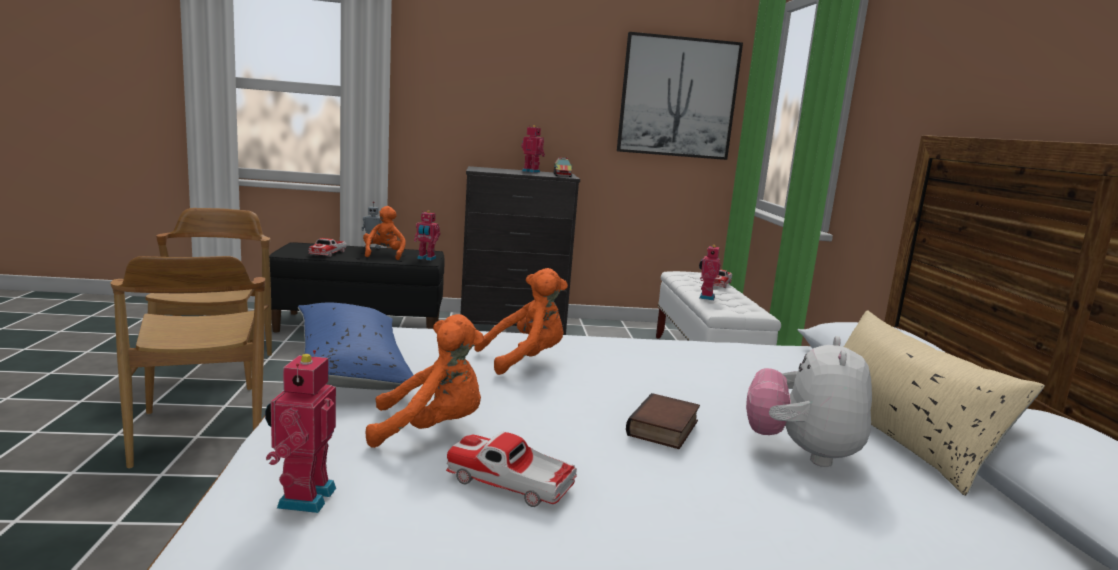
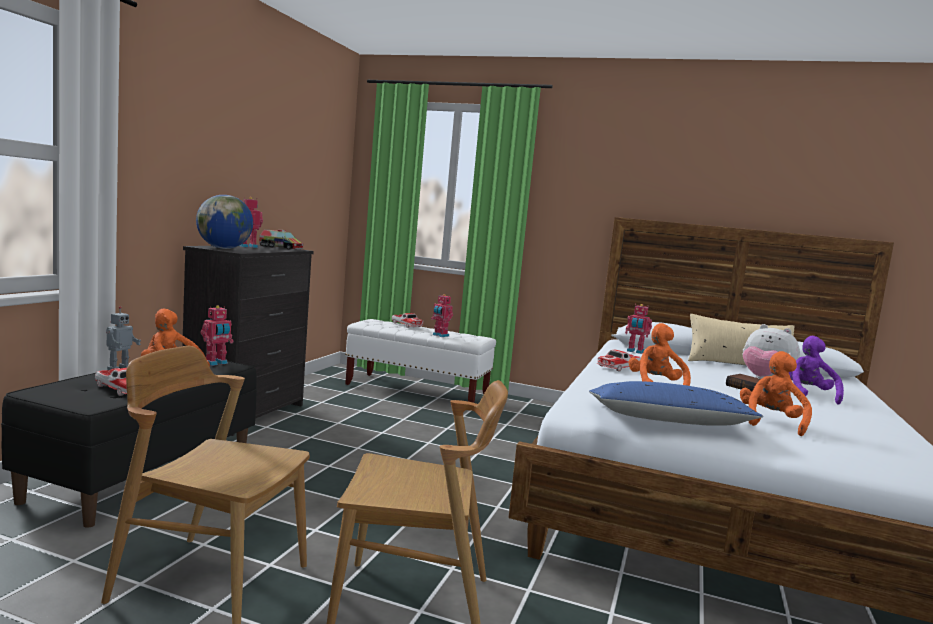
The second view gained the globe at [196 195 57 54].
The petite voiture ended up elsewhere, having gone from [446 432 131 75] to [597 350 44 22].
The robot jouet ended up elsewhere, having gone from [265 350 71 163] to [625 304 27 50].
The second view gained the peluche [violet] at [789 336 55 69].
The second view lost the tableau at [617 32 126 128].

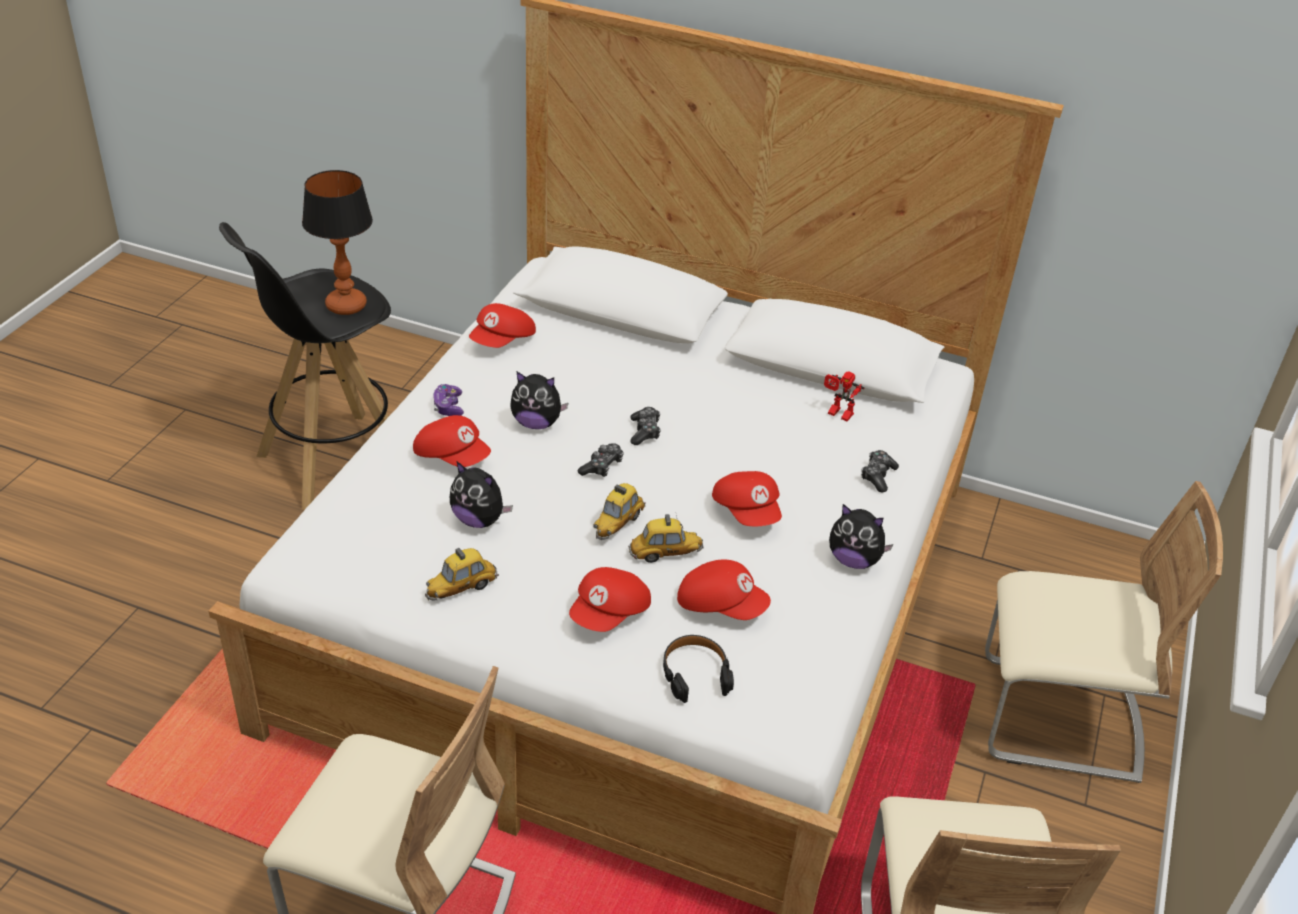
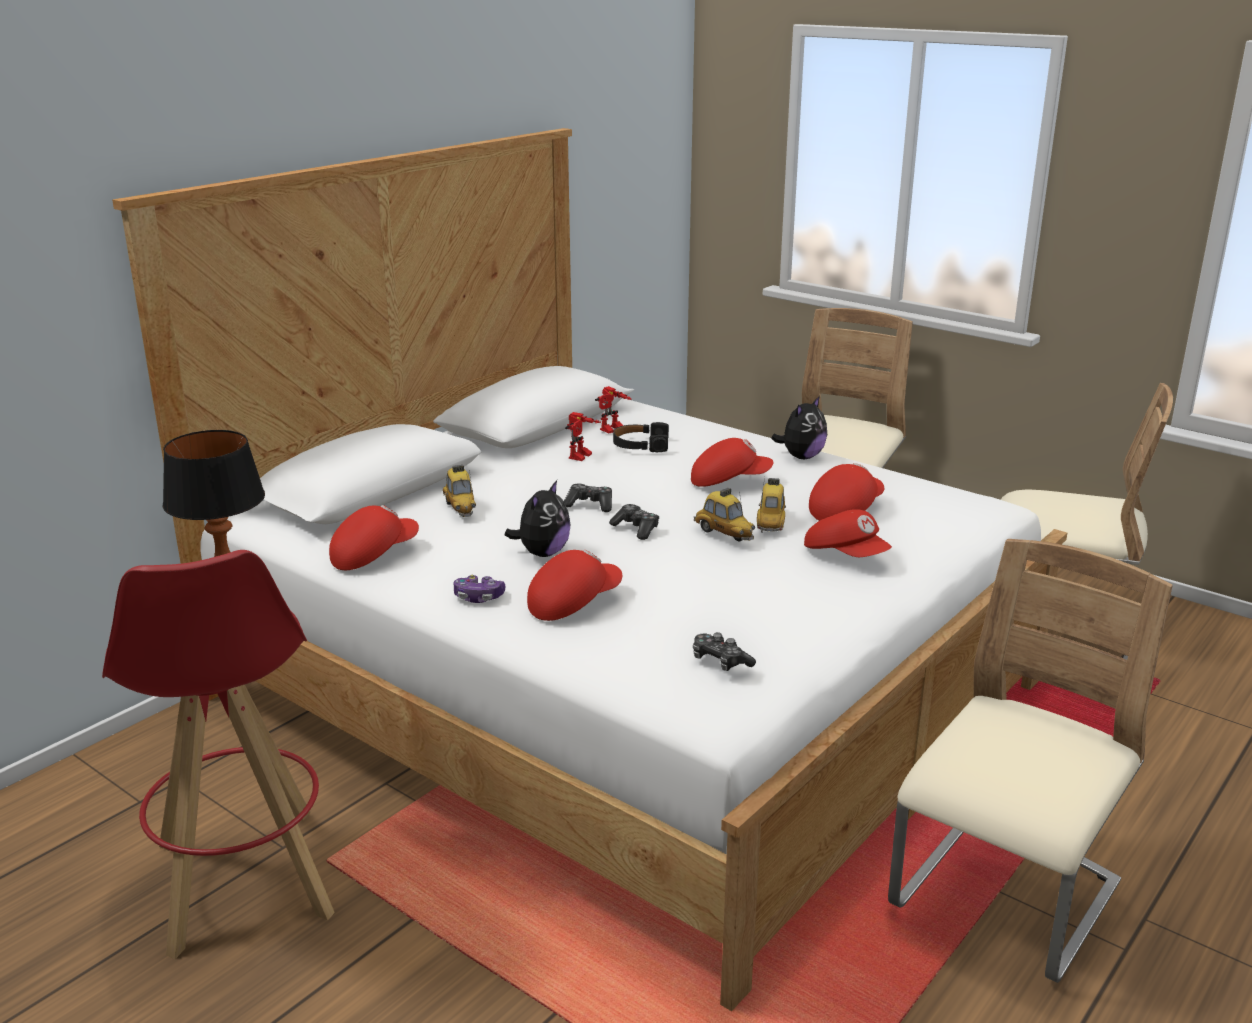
What was the tabouret [noir] at [219 222 172 288] turned into the tabouret [rouge] at [102 550 233 409].
The casquette [rouge] at [469 303 67 45] ended up facing another way, 90 degrees counterclockwise from before.
The petite voiture ended up elsewhere, having gone from [425 548 74 53] to [443 465 33 52].
The second view gained the robot jouet at [565 412 36 49].
The casque audio [noir] ended up elsewhere, having gone from [663 635 71 68] to [613 422 56 30].
The manette ended up elsewhere, having gone from [861 450 38 42] to [693 632 63 39].
The second view lost the peluche at [450 462 63 66].

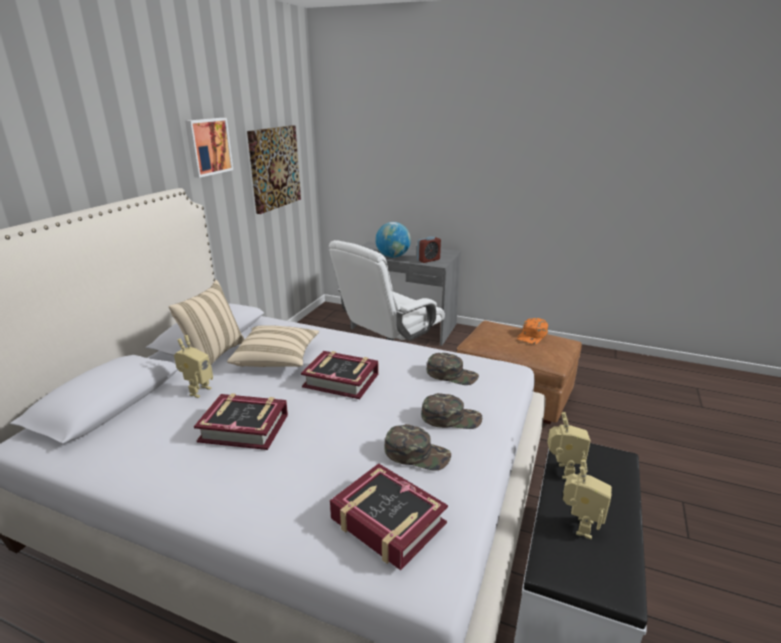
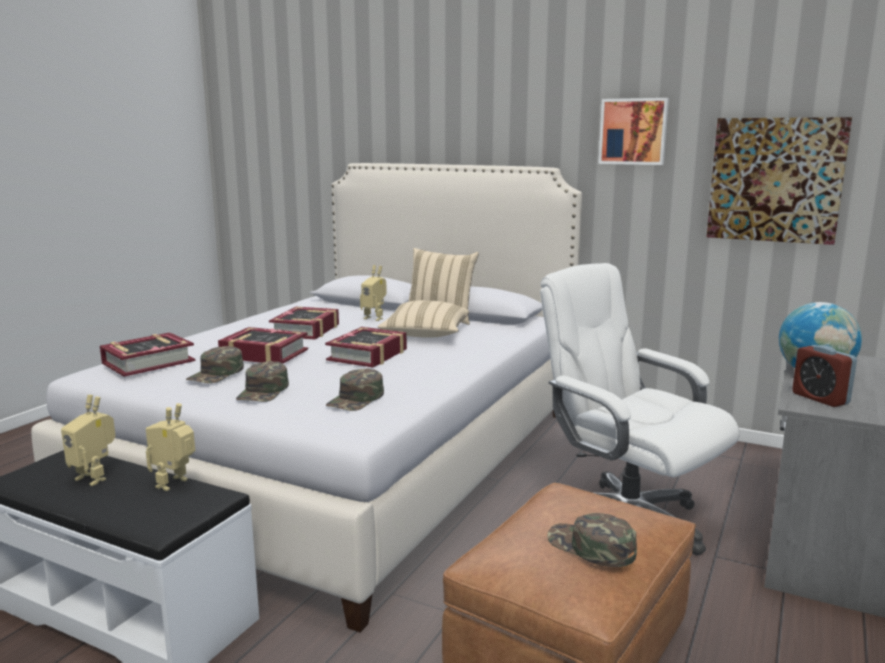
The robot jouet at [547 412 44 67] ended up facing another way, 105 degrees clockwise from before.
The second view gained the livre at [218 327 90 37].
What was the casquette [orange] at [517 318 31 26] turned into the casquette [vert] at [547 513 90 54].

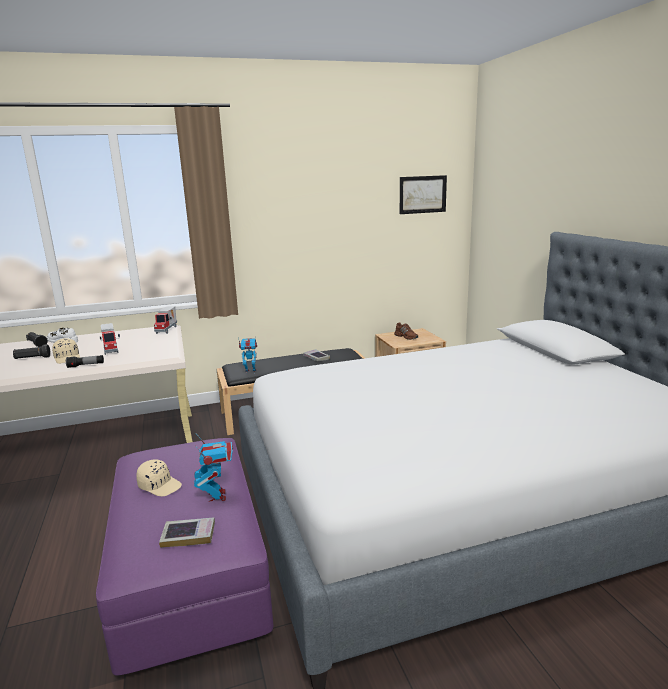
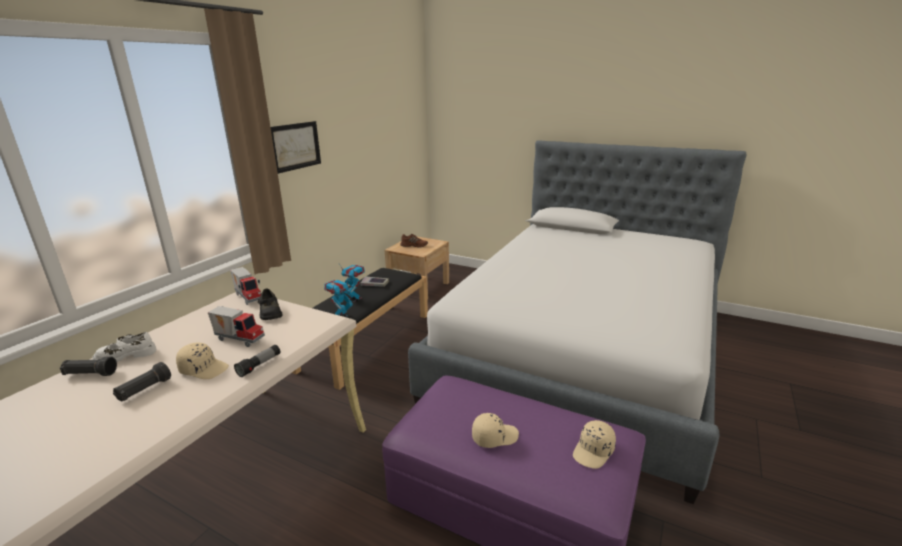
The second view gained the chaussure [noir] at [258 289 25 31].
The tableau ended up elsewhere, having gone from [400 175 47 39] to [271 121 50 53].
The robot jouet ended up elsewhere, having gone from [194 435 39 66] to [339 264 26 38].
Where the livre stood at [159 518 56 30], the casquette [beige] came to stand at [573 420 43 49].

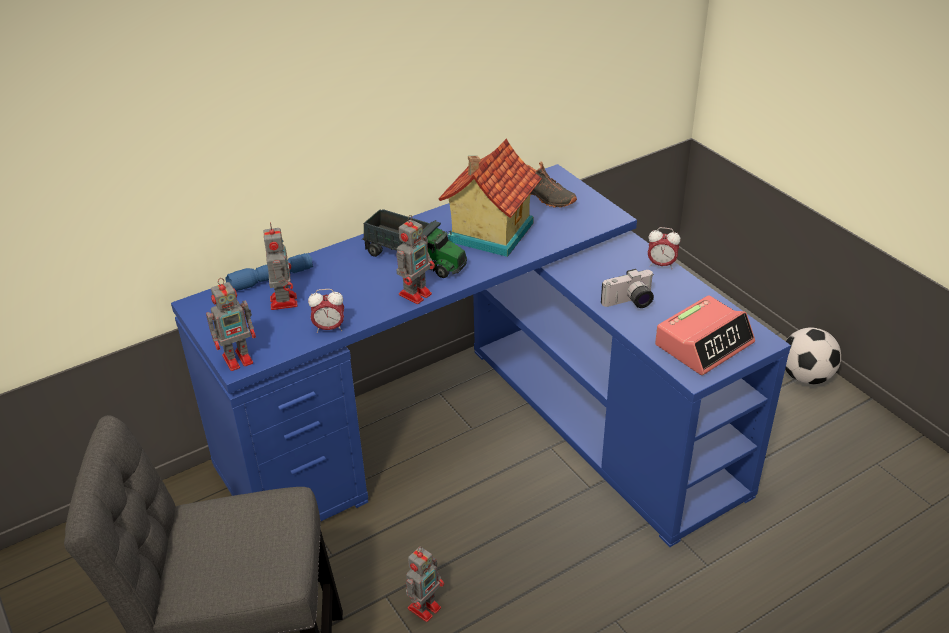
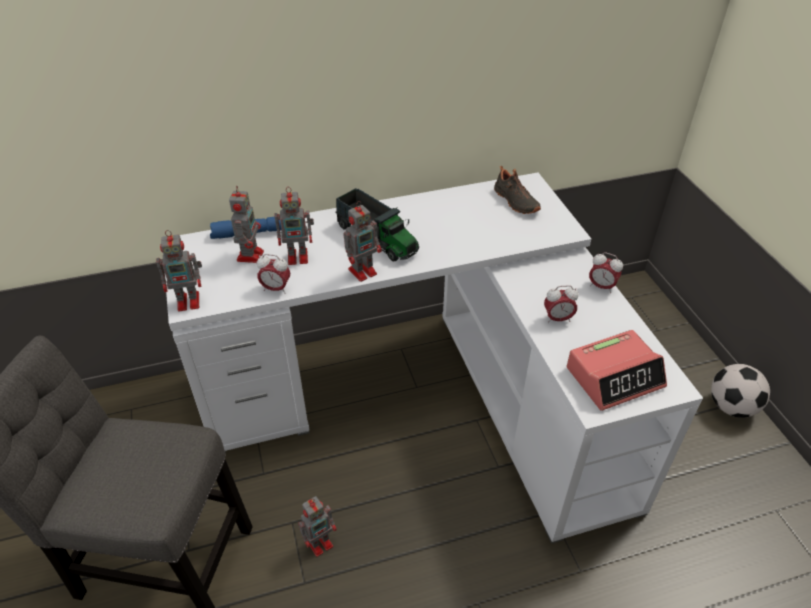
What was the bureau [bleu] at [171 164 620 383] turned into the bureau [blanc] at [165 173 538 371].
The second view gained the robot jouet at [274 187 40 78].
Where the appareil photo stood at [601 269 53 39], the réveil came to stand at [544 285 35 38].
The second view lost the maison miniature at [438 139 104 118].

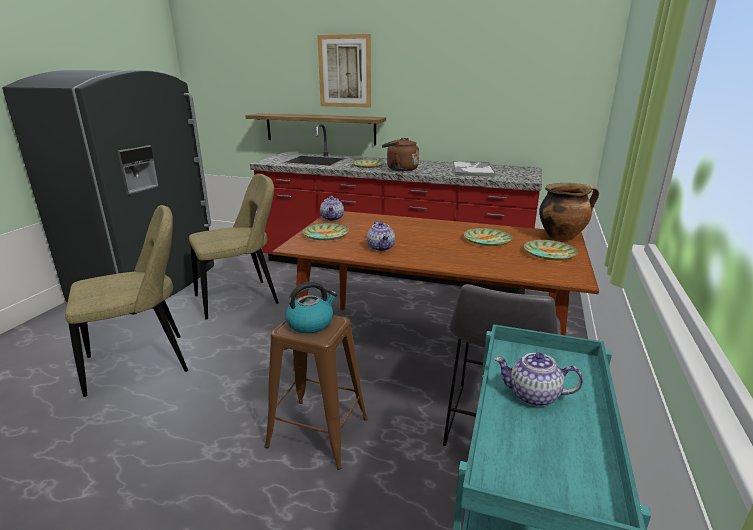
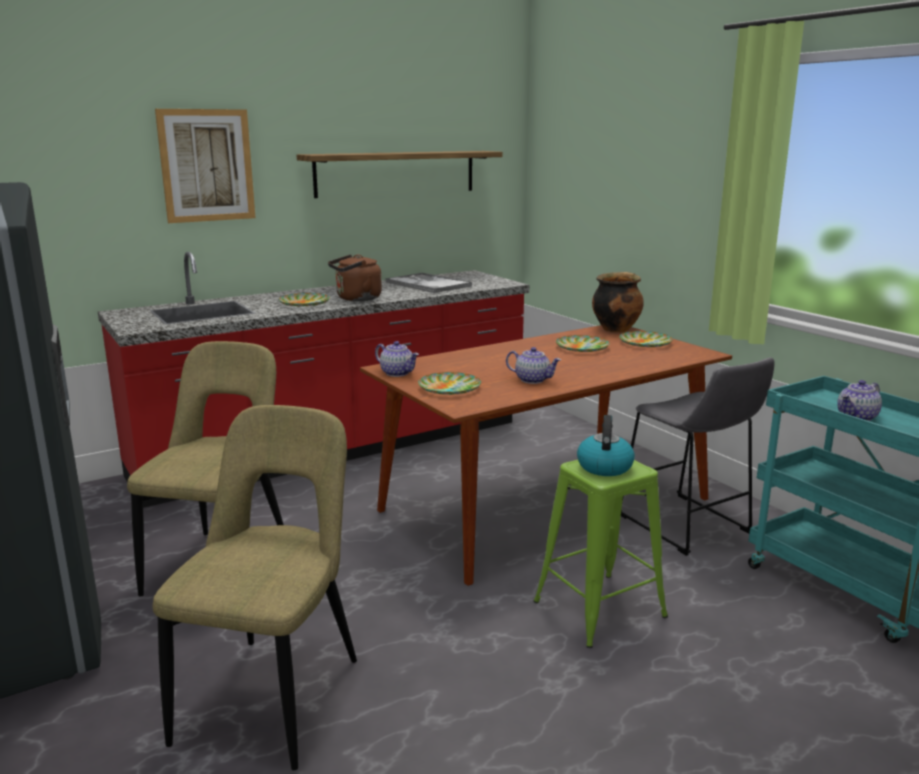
The étagère ended up elsewhere, having gone from [245 113 141 33] to [297 151 206 47].
What was the tabouret [marron] at [265 315 103 155] turned into the tabouret [vert] at [533 460 135 188].

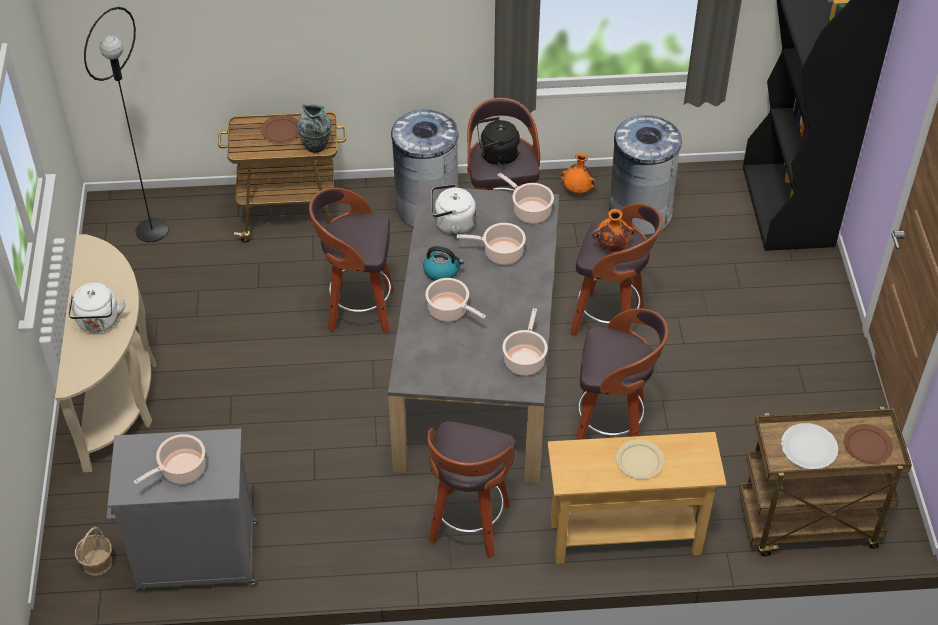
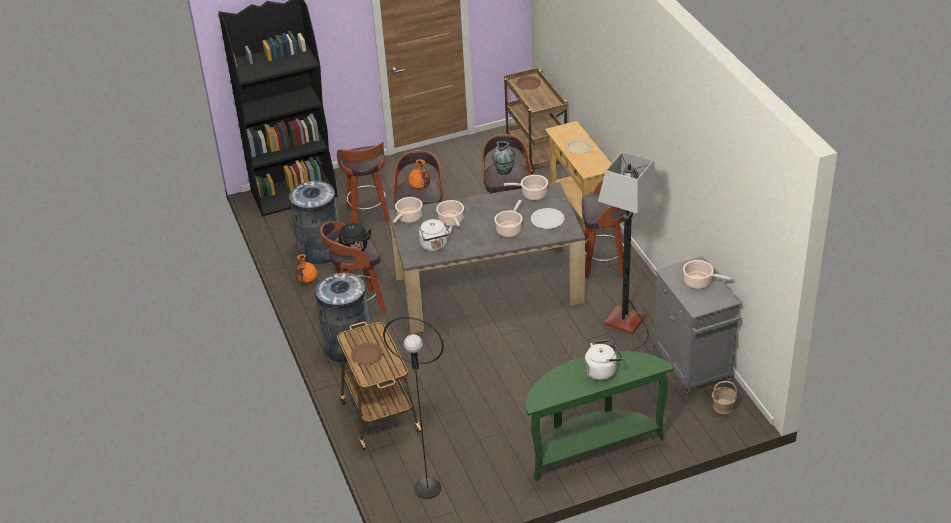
The tabouret ended up elsewhere, having gone from [309 188 85 146] to [337 141 52 82].
The vase ended up elsewhere, having gone from [297 104 35 49] to [492 141 23 34].
What was the table console [beige] at [55 234 102 238] turned into the table console [vert] at [526 351 148 130].
The assiette [blanc] ended up elsewhere, having gone from [781 423 57 46] to [531 208 34 21].
The second view gained the lampadaire at [598 152 61 199].
The second view lost the bouilloire at [423 246 41 35].

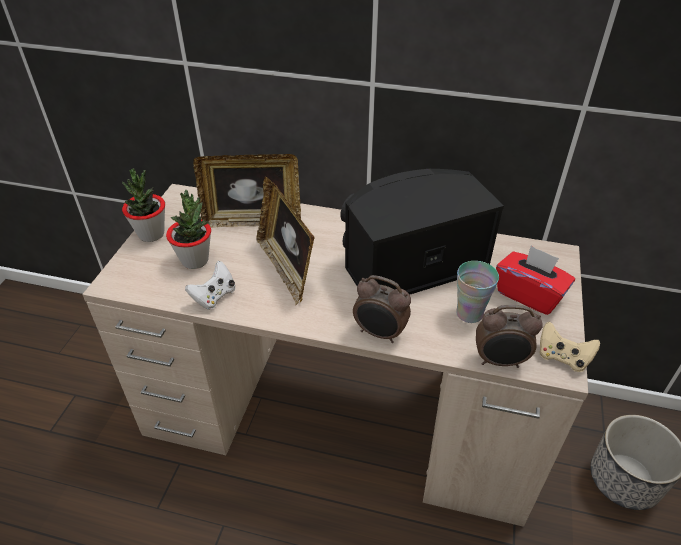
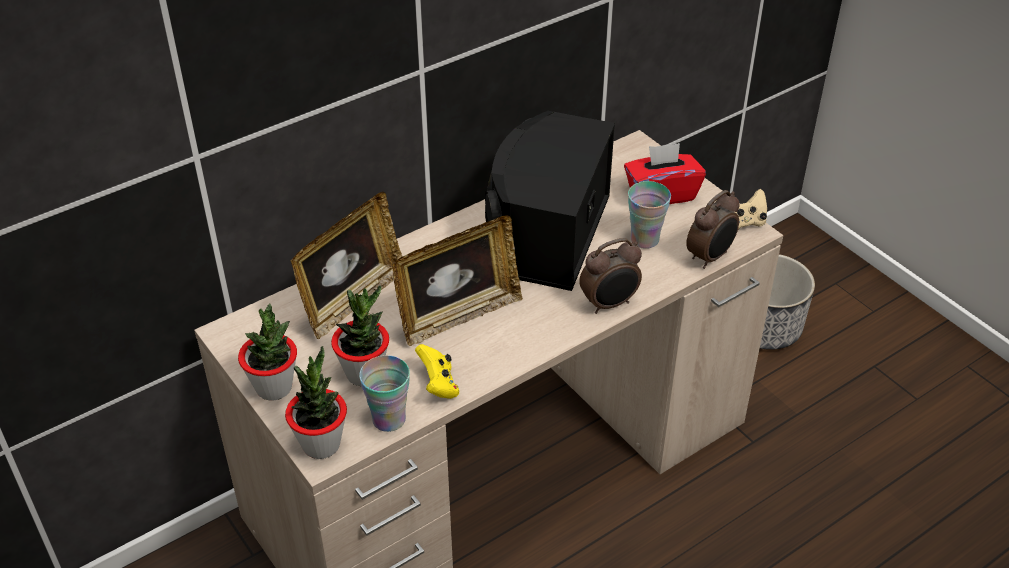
The second view gained the plante en pot at [285 346 62 113].
The second view gained the tasse at [359 355 51 77].
The cadre photo at [256 177 59 128] ended up facing another way, 45 degrees counterclockwise from before.
What was the manette [blanc] at [185 261 51 49] turned into the manette [jaune] at [415 344 44 55].

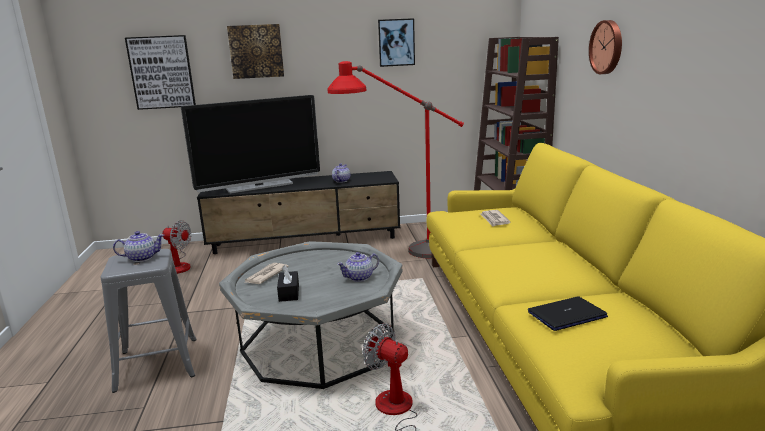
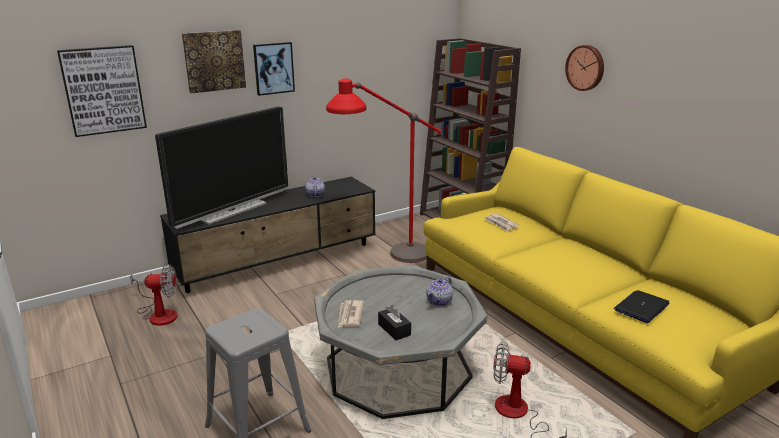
The tableau ended up elsewhere, having gone from [378 18 37 49] to [253 42 42 54].
The second view lost the théière at [113 231 51 31].

